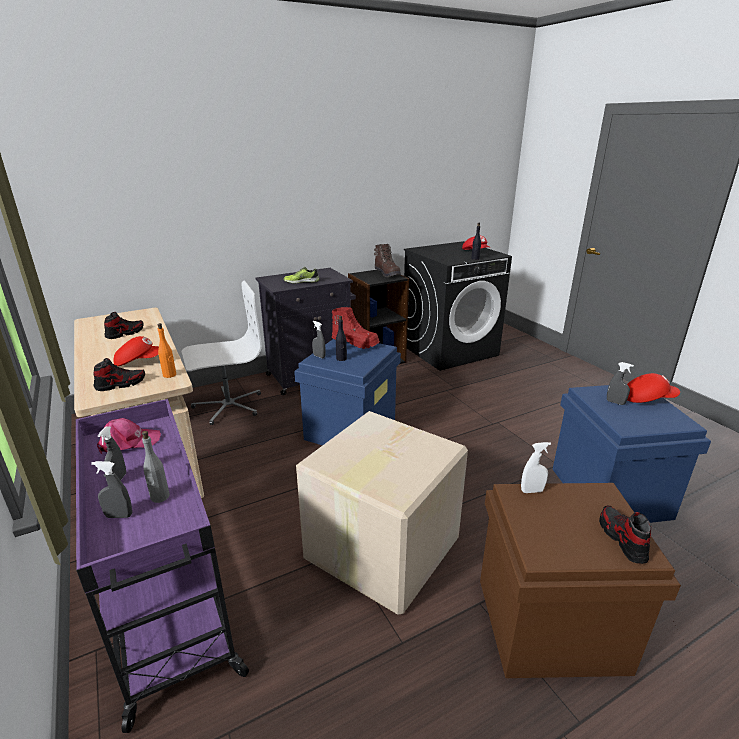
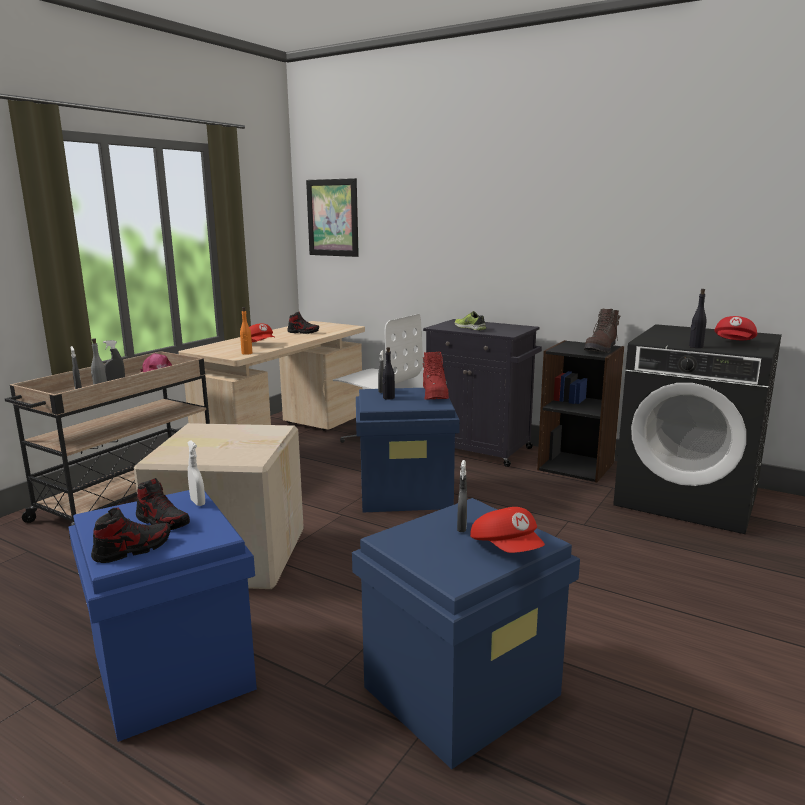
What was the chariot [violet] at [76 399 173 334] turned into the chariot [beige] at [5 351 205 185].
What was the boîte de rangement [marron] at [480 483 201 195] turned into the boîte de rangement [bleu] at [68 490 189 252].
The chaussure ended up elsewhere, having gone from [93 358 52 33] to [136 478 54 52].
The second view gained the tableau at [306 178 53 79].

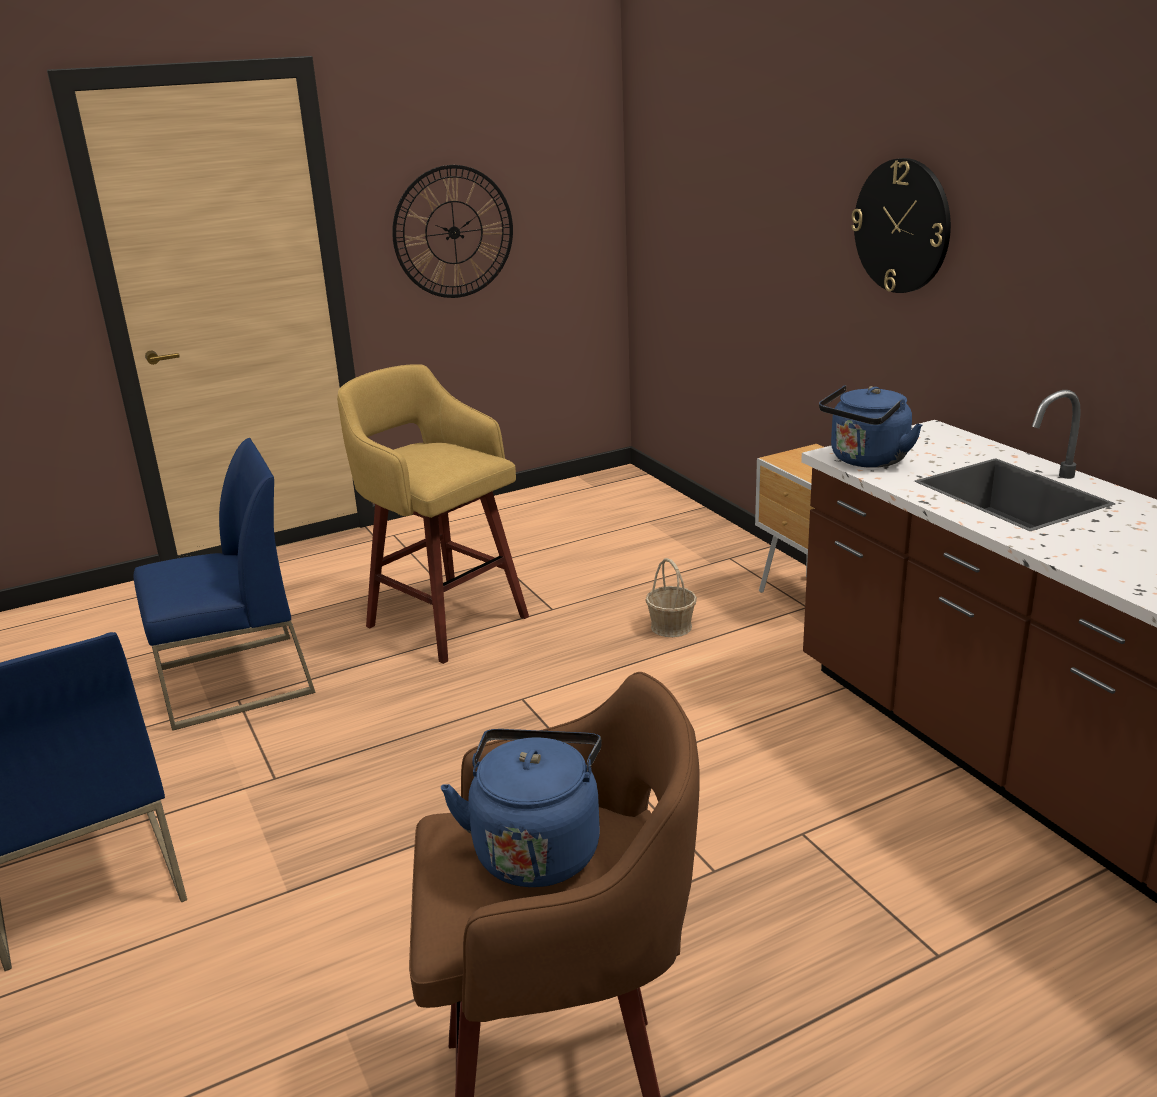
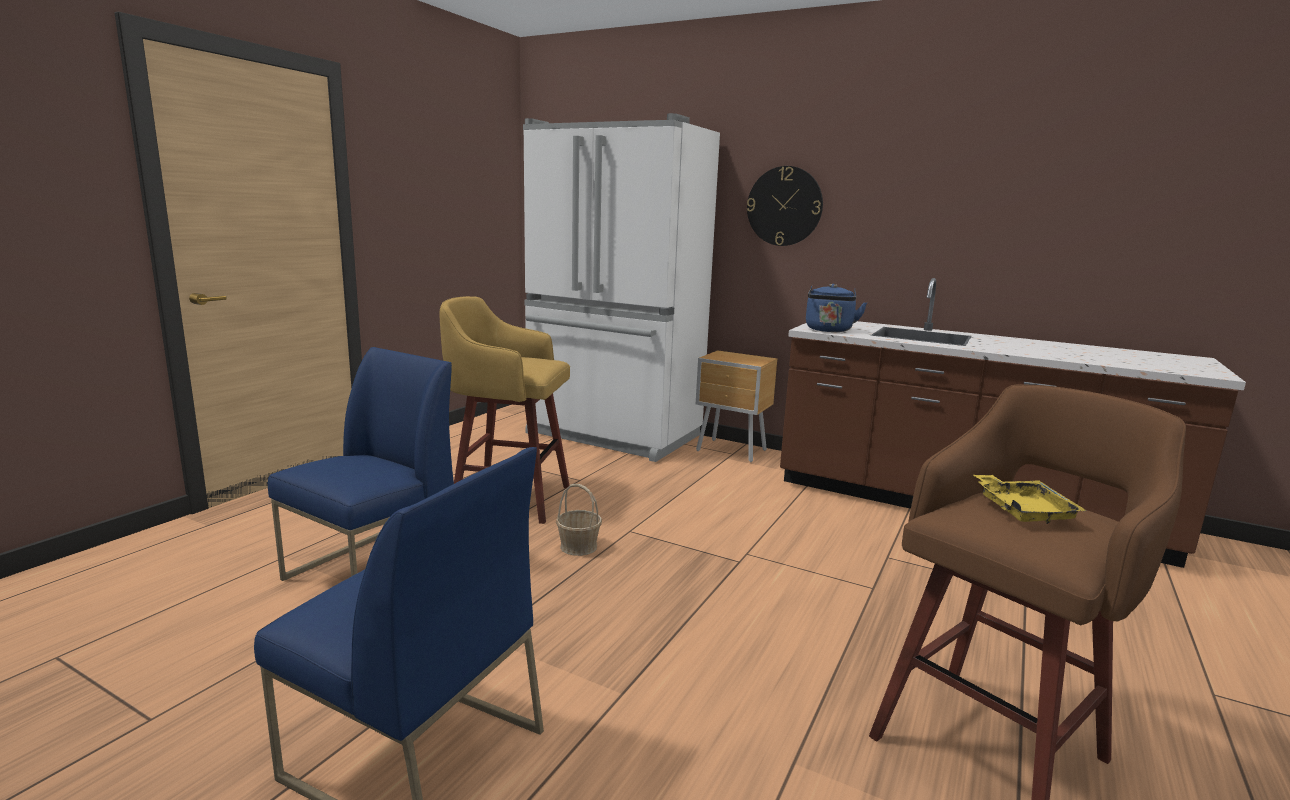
The second view gained the réfrigérateur [blanc] at [523 113 197 349].
The panier ended up elsewhere, having gone from [645 558 52 79] to [556 484 46 72].
Where the bouilloire [bleu] stood at [441 729 161 158], the plateau [jaune] came to stand at [974 475 113 49].
The second view lost the horloge murale at [392 165 121 133].

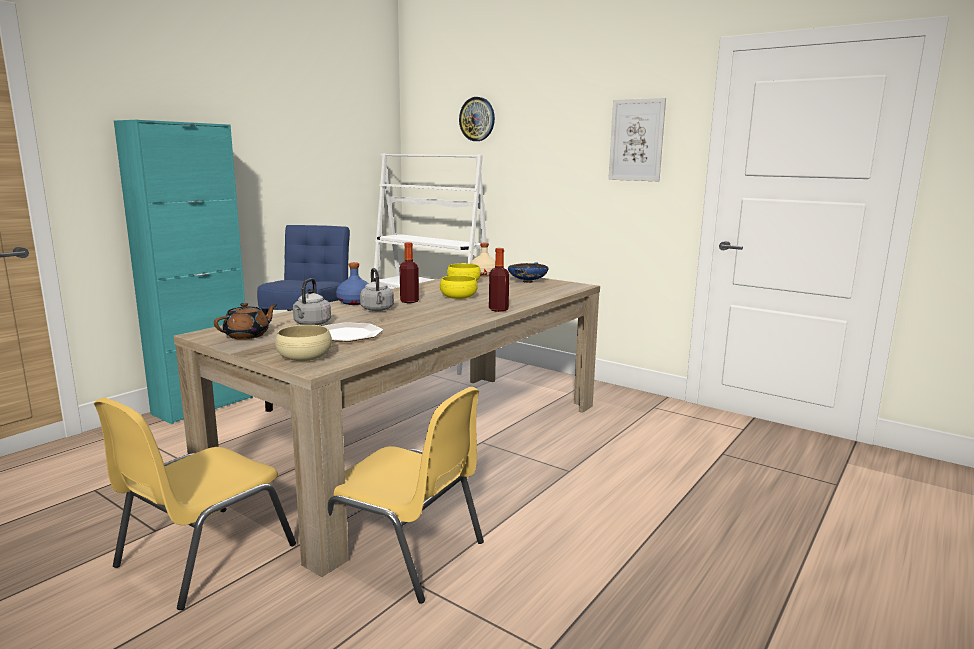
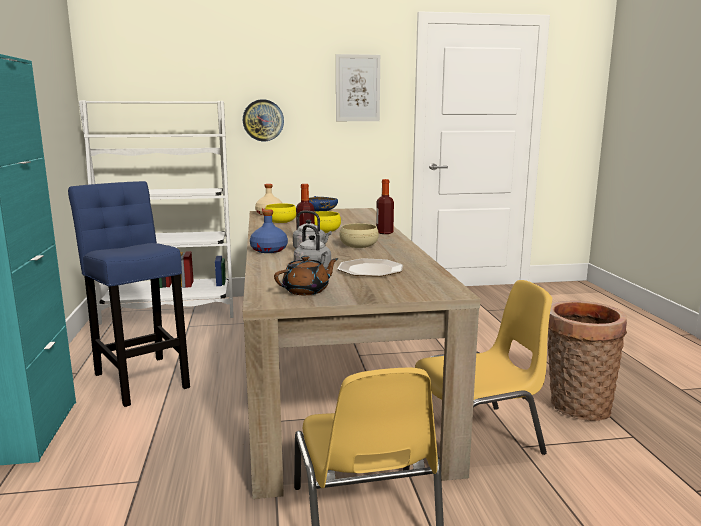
The horloge murale ended up elsewhere, having gone from [459 97 36 44] to [243 99 41 42].
The théière [marron] at [214 303 64 36] ended up facing another way, 60 degrees clockwise from before.
The bol [beige] ended up elsewhere, having gone from [275 325 57 36] to [339 223 40 25].
The second view gained the panier at [548 301 79 120].

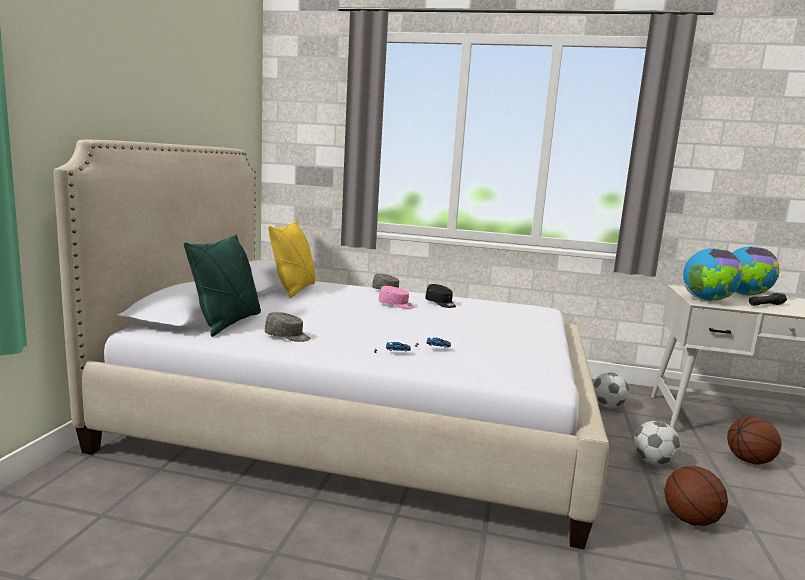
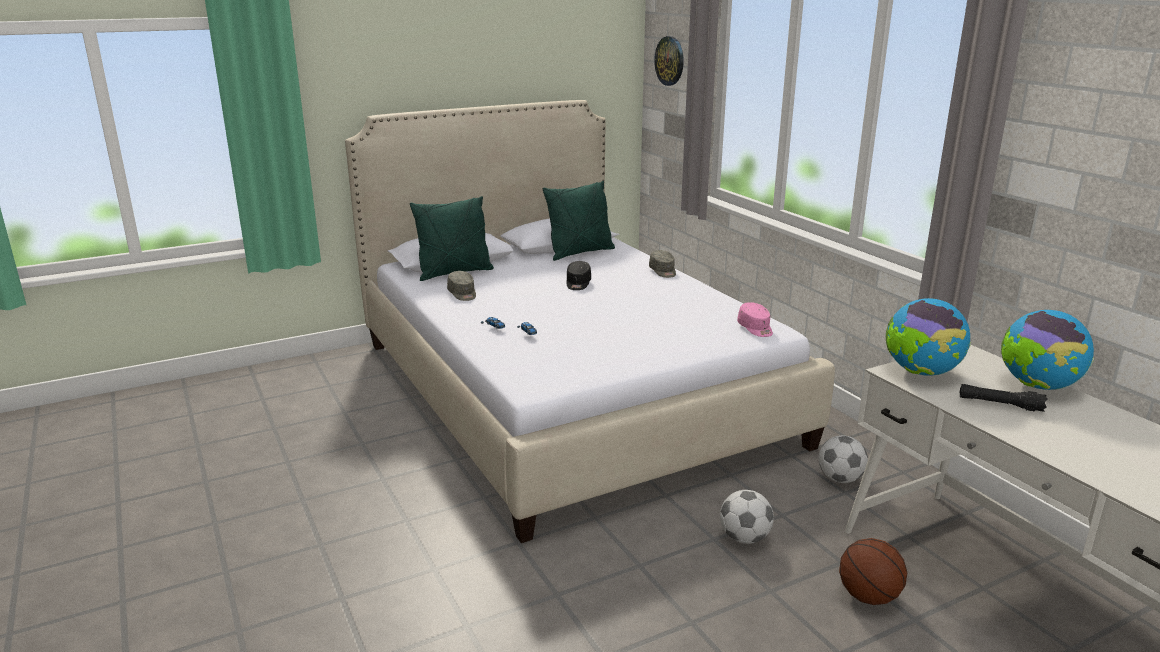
What was the coussin [jaune] at [268 221 48 77] turned into the coussin [vert] at [543 181 72 80].
The casquette [noir] ended up elsewhere, having gone from [425 284 31 24] to [566 261 25 29].
The second view gained the horloge murale at [654 36 30 50].
The casquette [rose] ended up elsewhere, having gone from [379 286 36 23] to [737 302 36 35].
The second view lost the ballon de basket at [664 466 64 60].

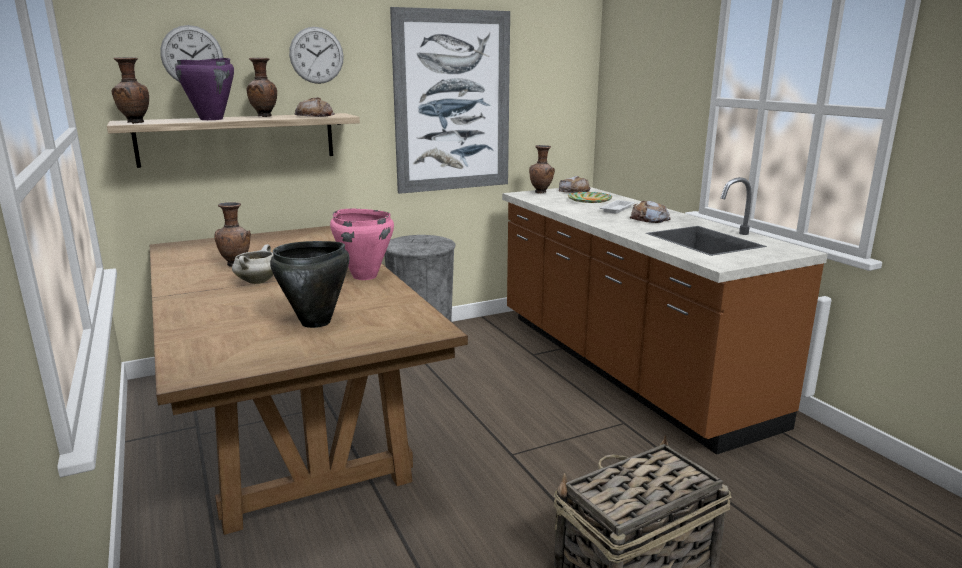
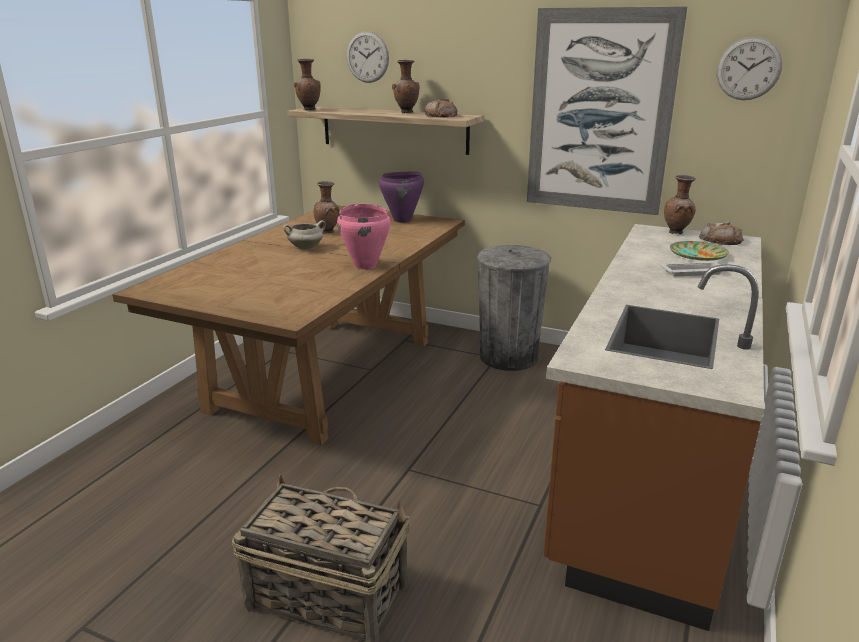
The marmite [violet] ended up elsewhere, having gone from [175 58 59 62] to [379 171 45 52].
The horloge murale ended up elsewhere, having gone from [289 27 55 57] to [717 37 65 63].
The second view lost the marmite [noir] at [270 241 80 87].
The second view lost the pain at [630 201 41 22].

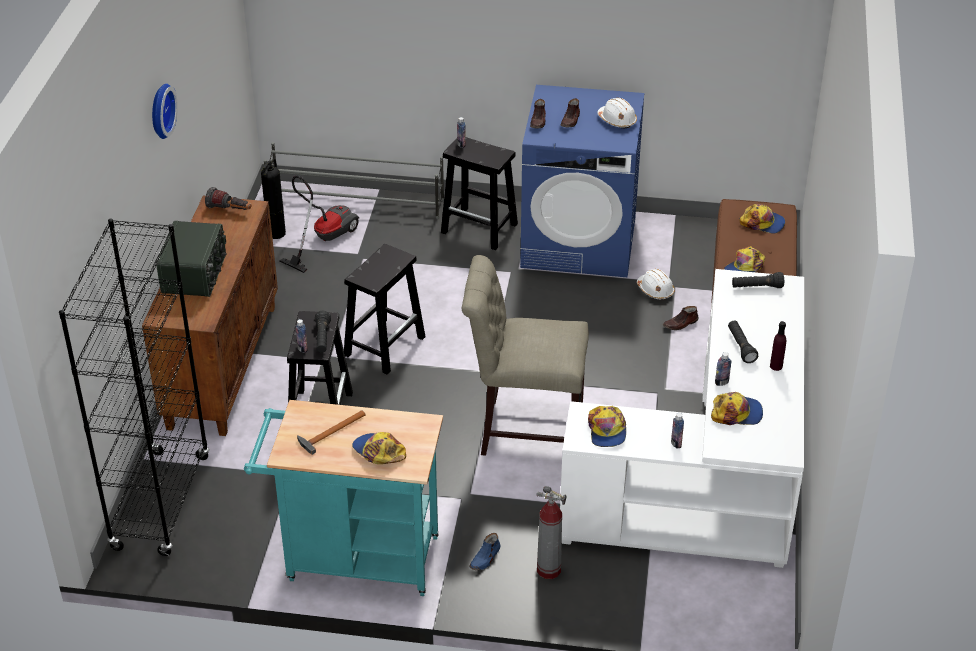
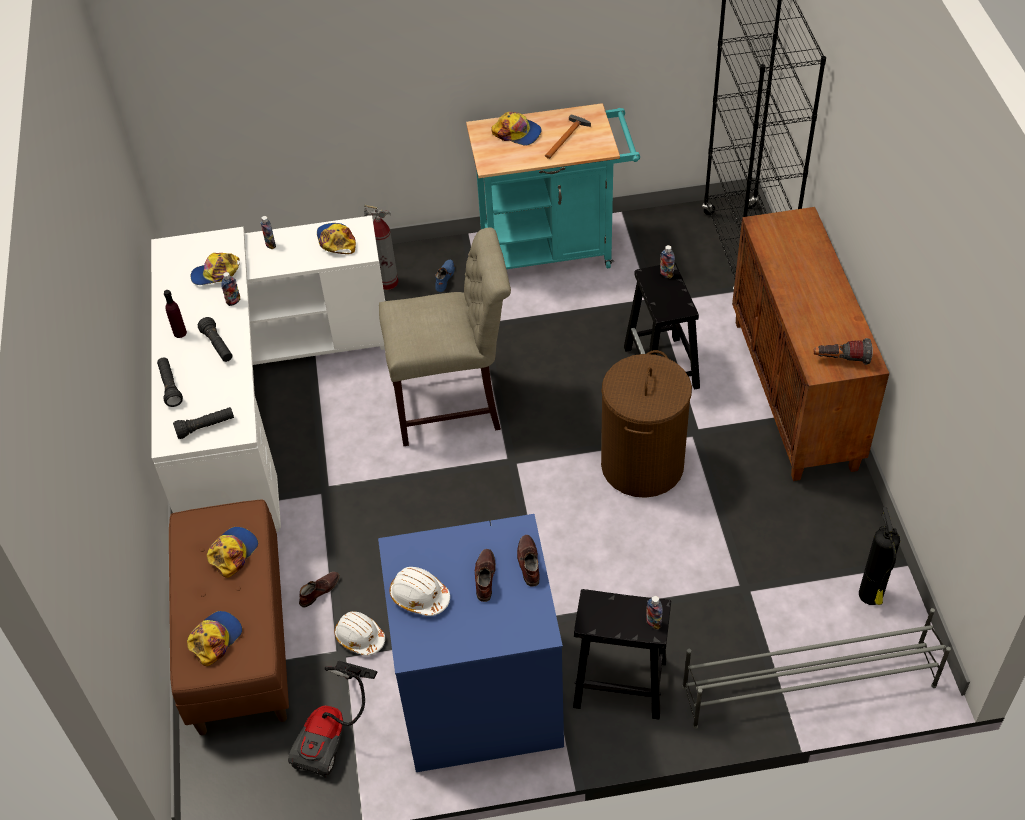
The lampe de poche [noir] ended up elsewhere, having gone from [315 311 16 42] to [157 358 26 49].
The casquette at [740 204 45 30] ended up facing another way, 120 degrees clockwise from before.
The aspirateur ended up elsewhere, having gone from [279 175 80 98] to [288 661 90 117].
Where the tabouret [noir] stood at [344 244 82 131], the panier à linge [marron] came to stand at [601 350 91 148].
The second view lost the horloge murale at [152 84 26 55].
The second view lost the radio at [156 221 71 76].

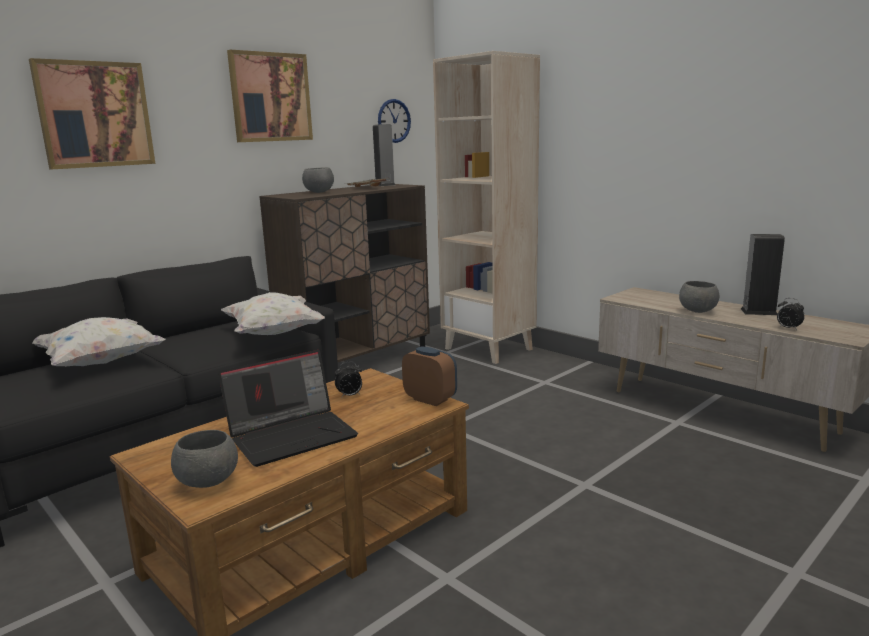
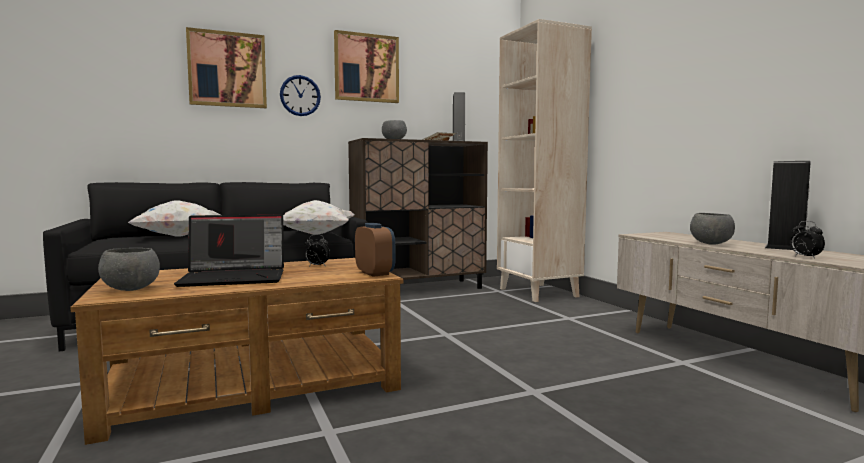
The horloge murale ended up elsewhere, having gone from [378 99 33 44] to [280 75 41 41].

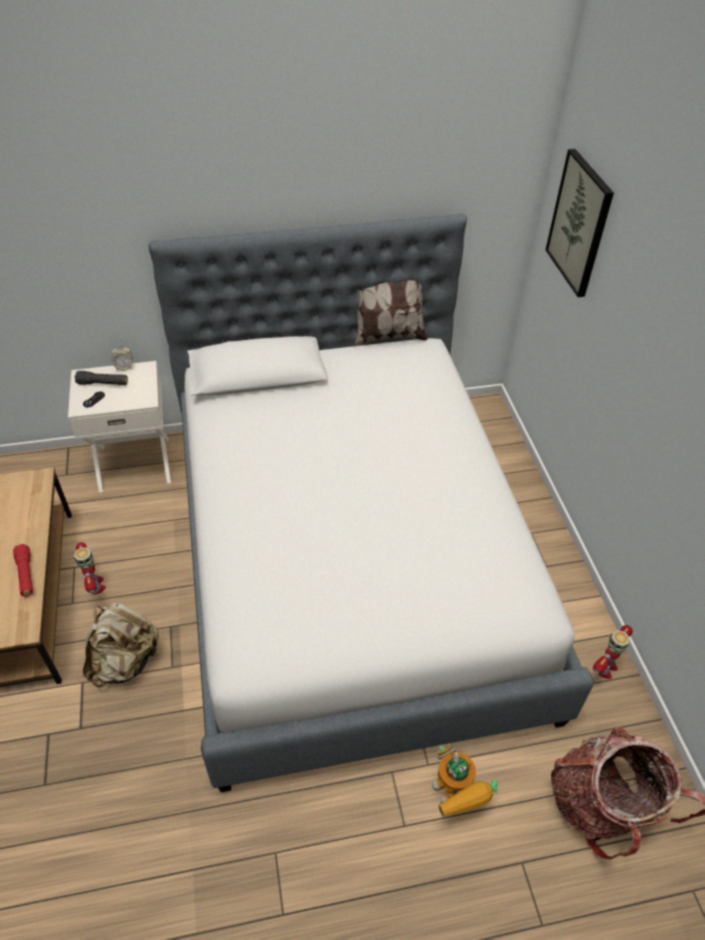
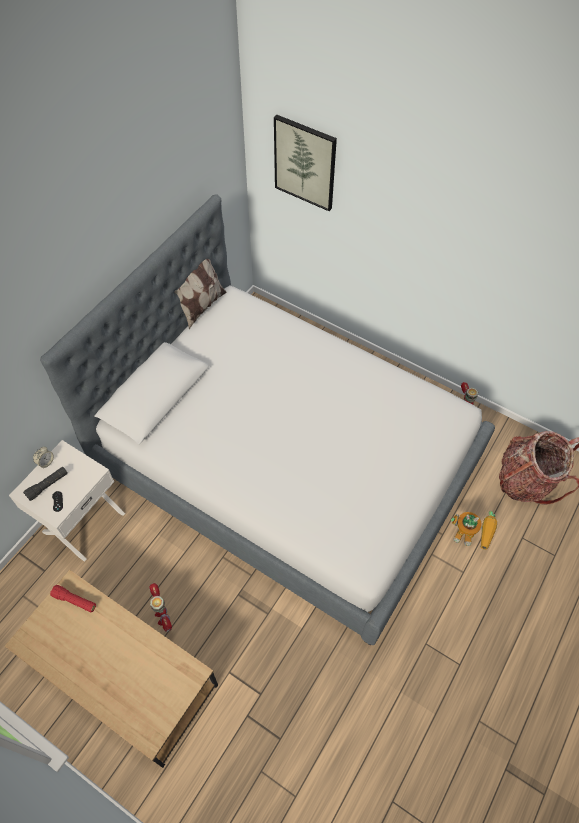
The lampe de poche [rouge] ended up elsewhere, having gone from [13 544 20 53] to [50 585 46 27].
The robot jouet at [74 542 32 52] ended up facing another way, 135 degrees counterclockwise from before.
The second view lost the sac à dos [beige] at [83 602 75 85].

